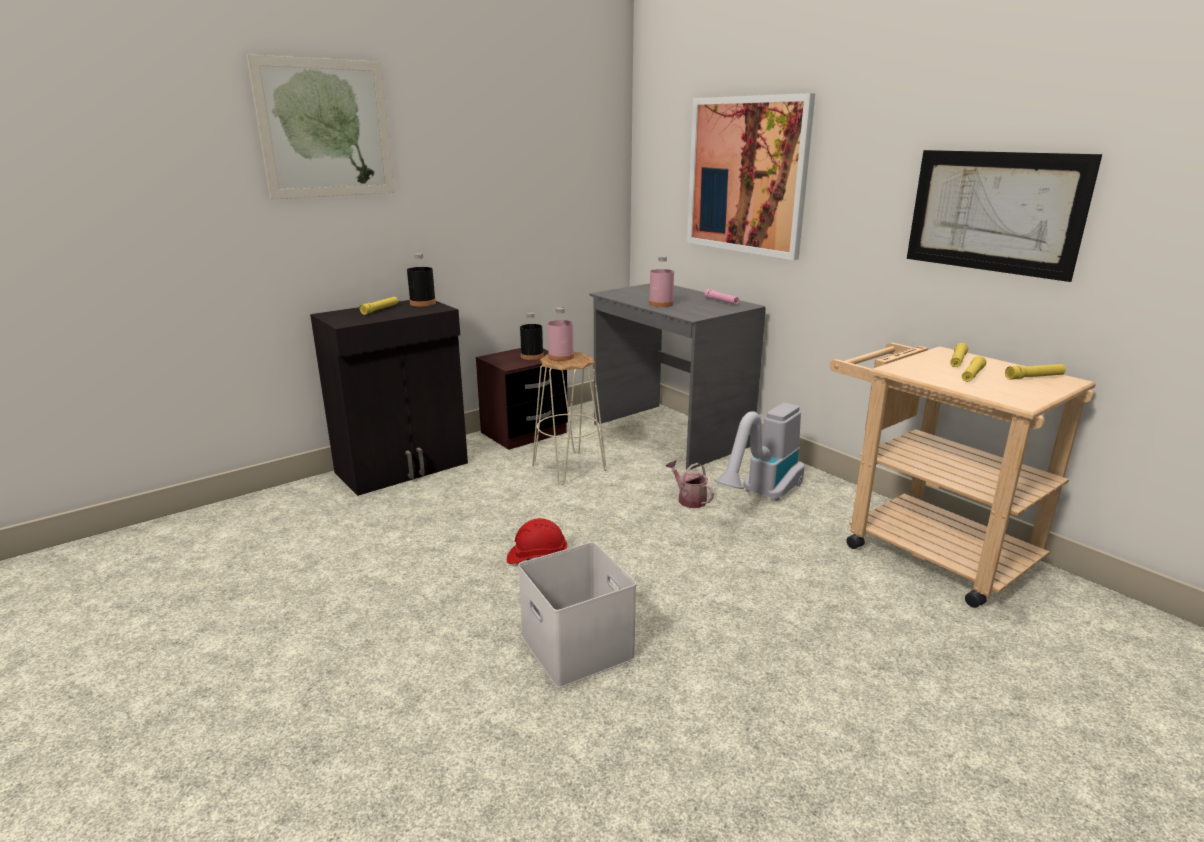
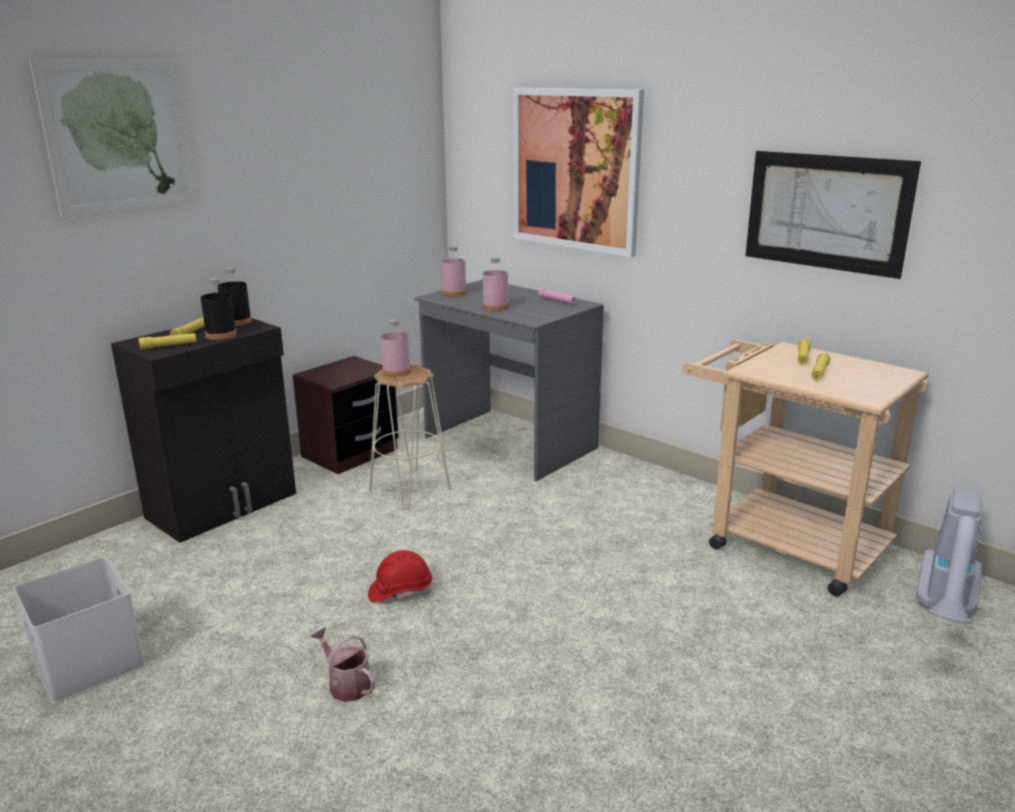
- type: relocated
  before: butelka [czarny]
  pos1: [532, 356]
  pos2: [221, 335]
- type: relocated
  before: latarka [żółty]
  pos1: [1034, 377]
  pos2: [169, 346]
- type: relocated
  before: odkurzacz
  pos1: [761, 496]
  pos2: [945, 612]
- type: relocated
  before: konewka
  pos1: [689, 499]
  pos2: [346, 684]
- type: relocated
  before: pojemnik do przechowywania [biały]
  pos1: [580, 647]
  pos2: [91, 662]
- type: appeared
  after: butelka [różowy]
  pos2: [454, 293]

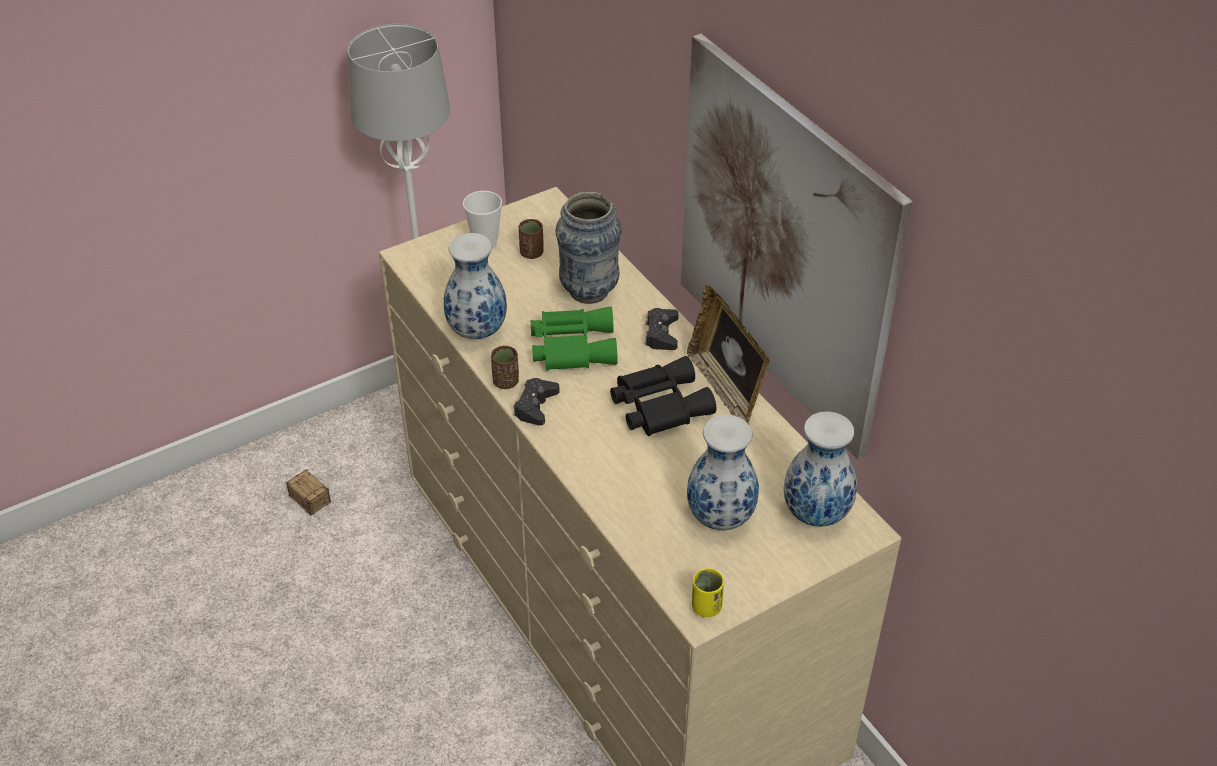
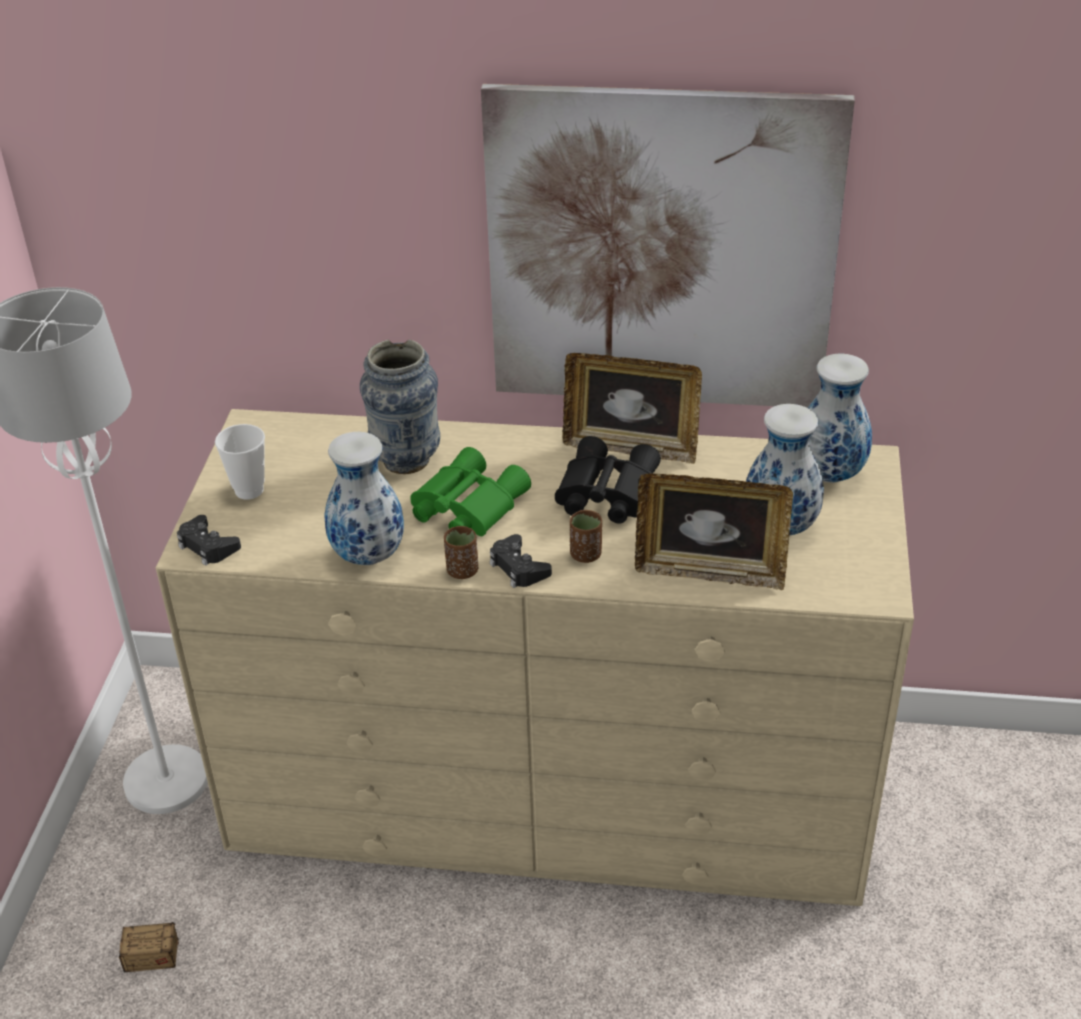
- type: relocated
  before: filiżanka [brązowy]
  pos1: [531, 253]
  pos2: [586, 555]
- type: relocated
  before: pad do gier [czarny]
  pos1: [661, 334]
  pos2: [208, 546]
- type: missing
  before: filiżanka [żółty]
  pos1: [706, 607]
- type: appeared
  after: ramka na zdjęcie
  pos2: [710, 571]

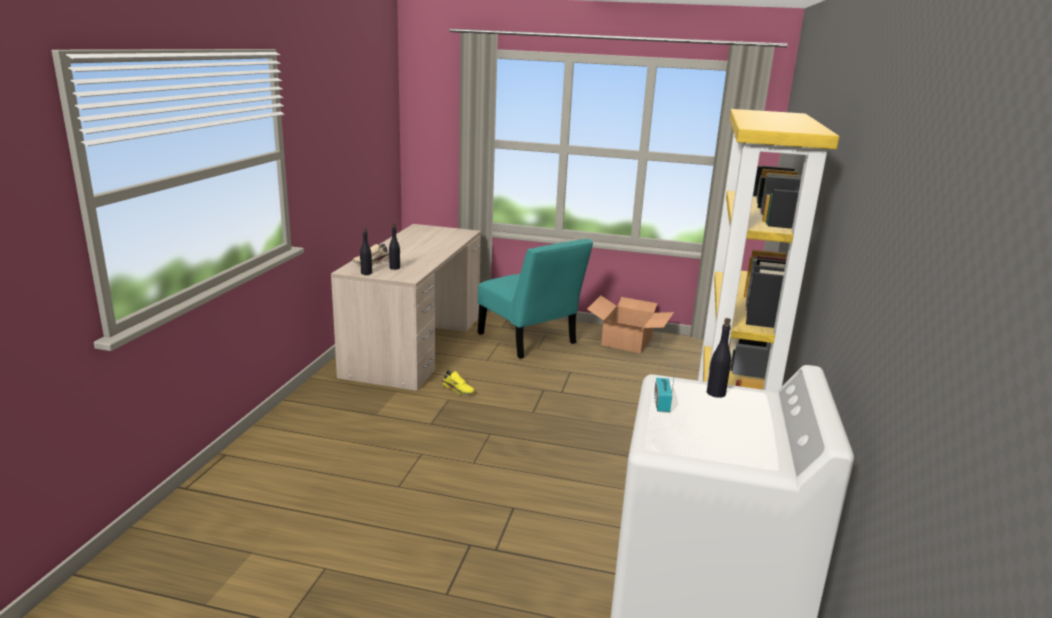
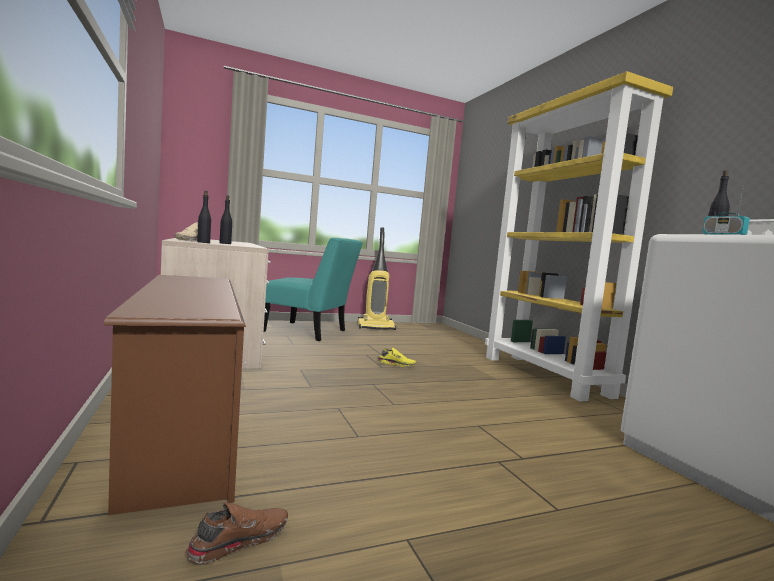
- type: exchanged
  before: karton
  after: odkurzacz
  pos1: [627, 341]
  pos2: [376, 327]
- type: relocated
  before: but [żółty]
  pos1: [458, 389]
  pos2: [396, 364]
- type: appeared
  after: regał na buty [brązowy]
  pos2: [182, 426]
- type: appeared
  after: but [brązowy]
  pos2: [239, 540]

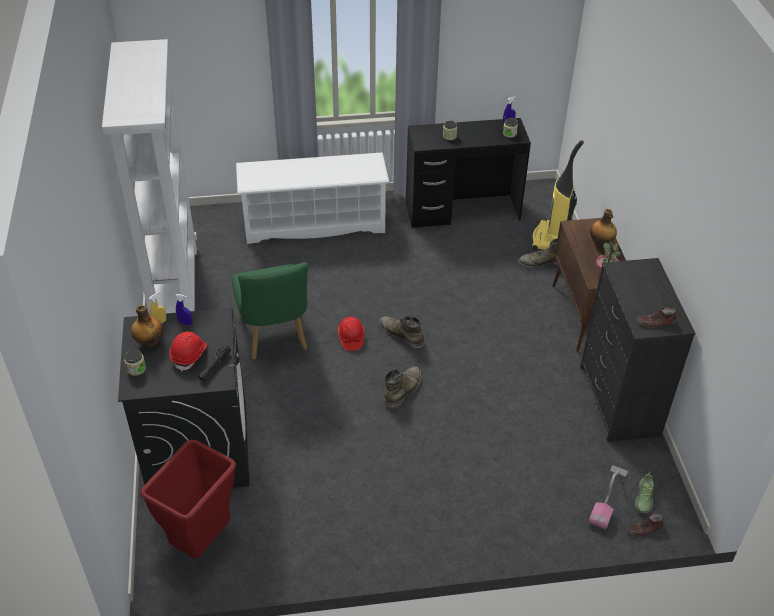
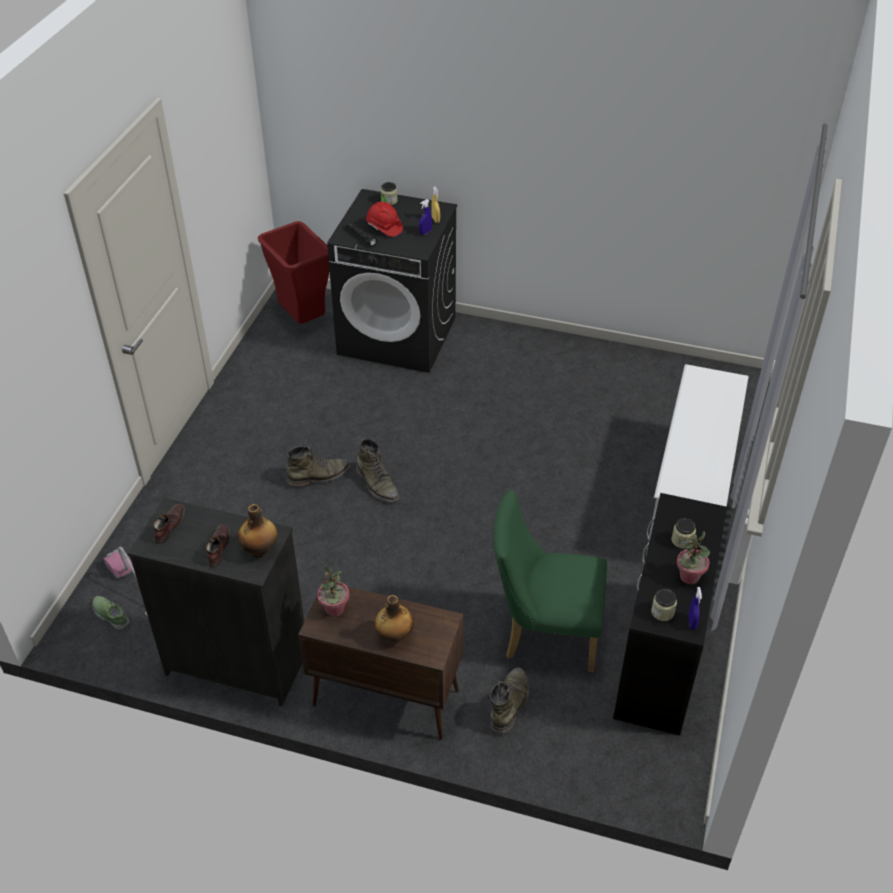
- type: missing
  before: regał [biały]
  pos1: [174, 289]
- type: missing
  before: odkurzacz
  pos1: [549, 238]
- type: relocated
  before: krzesło [zielony]
  pos1: [274, 337]
  pos2: [544, 633]
- type: relocated
  before: butelka
  pos1: [150, 342]
  pos2: [260, 550]
- type: relocated
  before: but z cholewką [zielony]
  pos1: [401, 334]
  pos2: [319, 476]
- type: missing
  before: kask [czerwony]
  pos1: [351, 338]
- type: relocated
  before: but [brązowy]
  pos1: [645, 529]
  pos2: [218, 548]
- type: appeared
  after: roślina doniczkowa
  pos2: [689, 577]

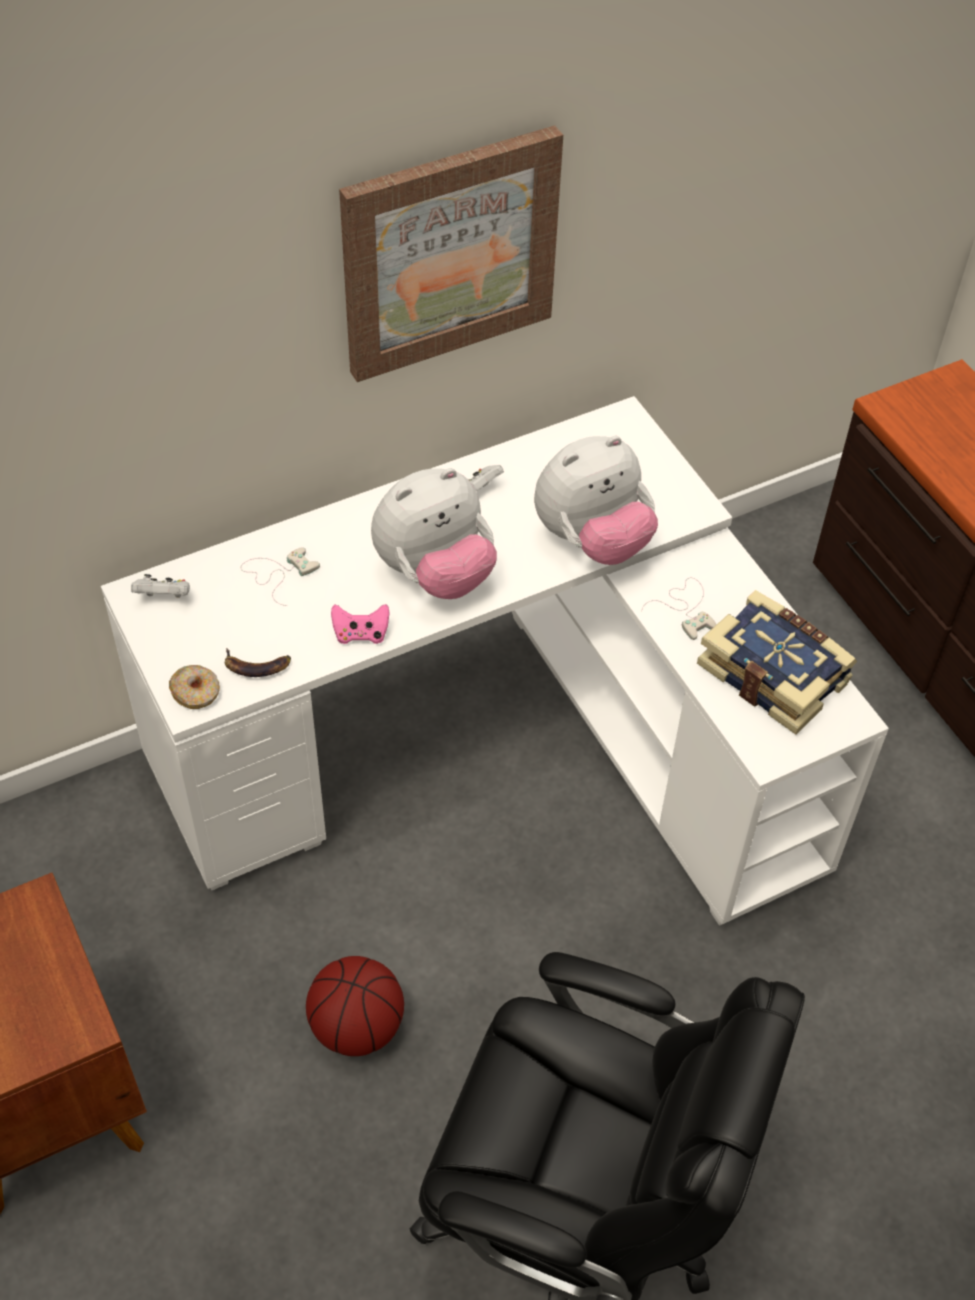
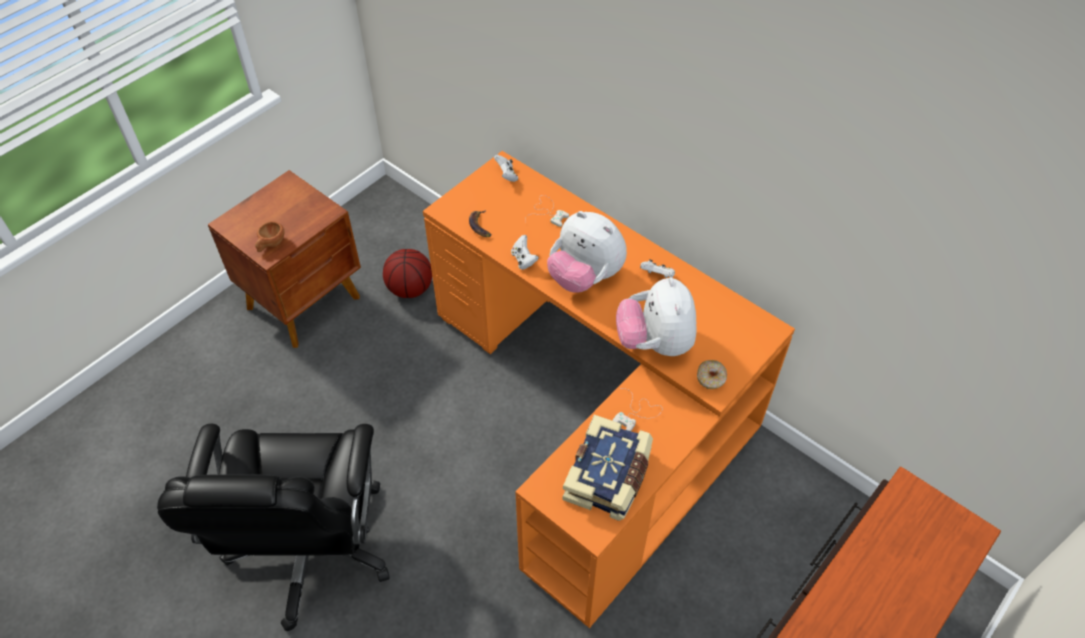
- type: missing
  before: obraz
  pos1: [449, 252]
- type: colour
  before: biurko [biały]
  after: biurko [pomarańczowy]
  pos1: [500, 745]
  pos2: [596, 414]
- type: spun
  before: pluszak
  pos1: [592, 540]
  pos2: [654, 343]
  turn: 45
- type: colour
  before: pad do gier [różowy]
  after: pad do gier [biały]
  pos1: [361, 634]
  pos2: [523, 260]
- type: relocated
  before: donut
  pos1: [196, 692]
  pos2: [711, 378]
- type: relocated
  before: piłka do koszykówki
  pos1: [356, 1025]
  pos2: [410, 288]
- type: appeared
  after: filiżanka [brązowy]
  pos2: [270, 244]

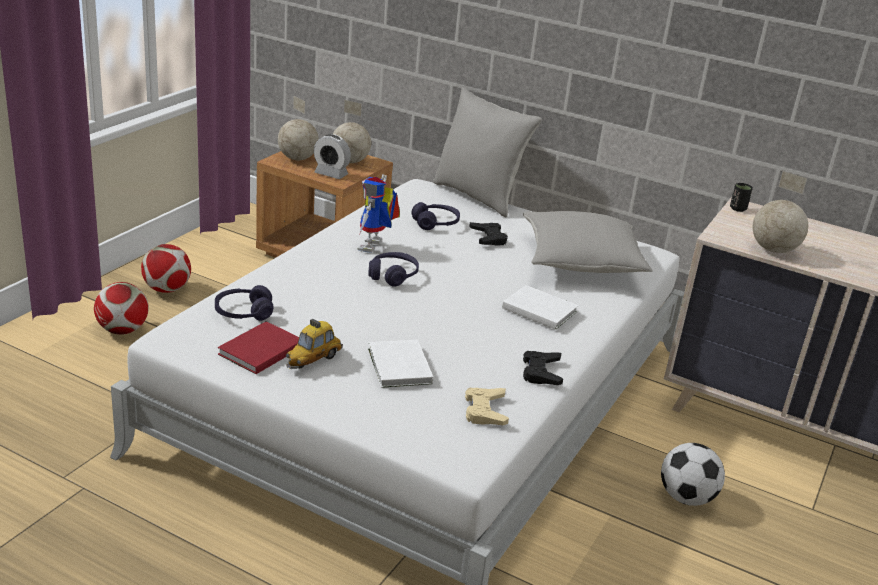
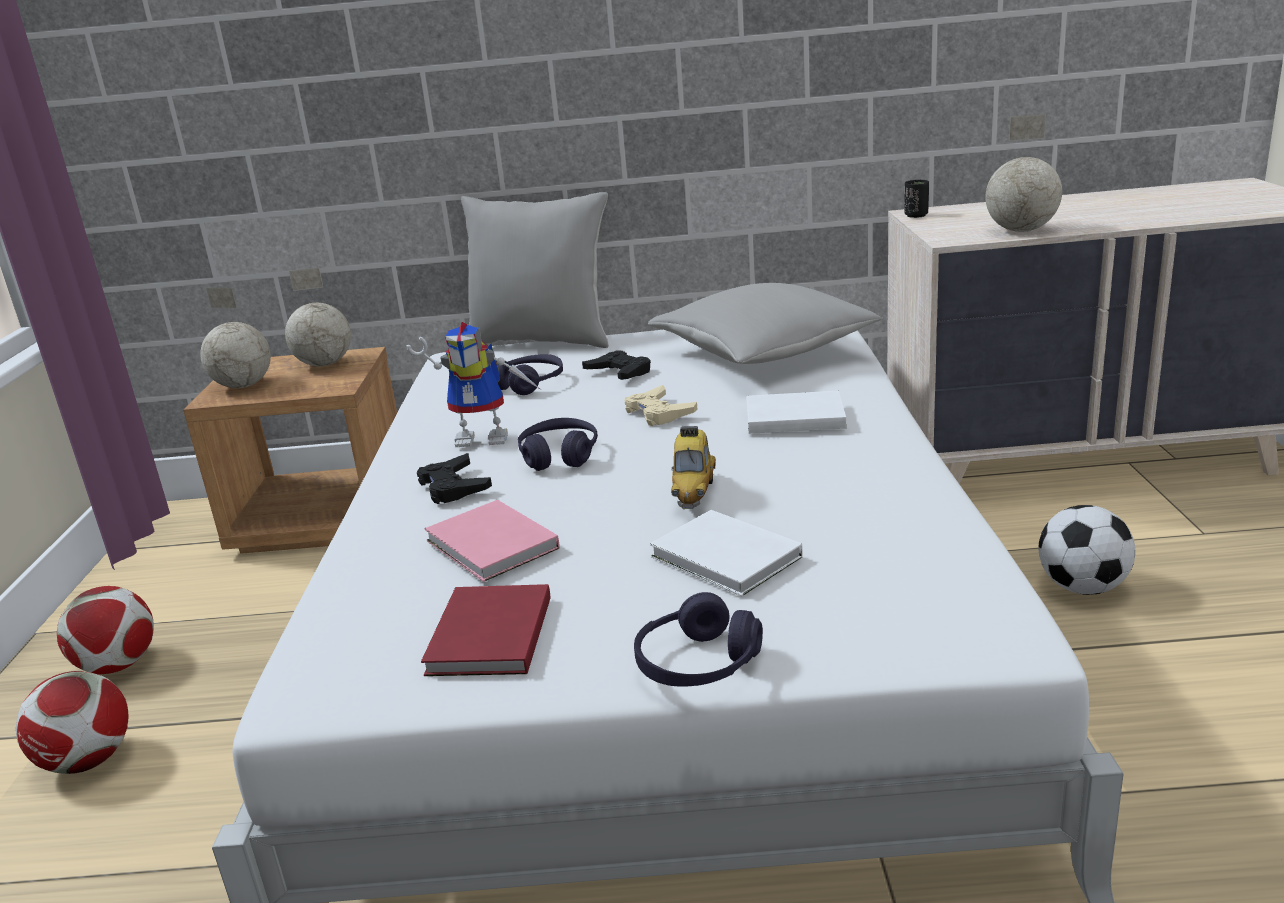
- type: missing
  before: budzik
  pos1: [331, 174]
- type: spun
  before: robot zabawkowy
  pos1: [374, 247]
  pos2: [487, 437]
  turn: -75
- type: relocated
  before: słuchawki [fioletowy]
  pos1: [243, 313]
  pos2: [697, 664]
- type: relocated
  before: samochodzik
  pos1: [313, 360]
  pos2: [693, 493]
- type: relocated
  before: pad do gier [czarny]
  pos1: [541, 372]
  pos2: [453, 486]
- type: relocated
  before: pad do gier [beżowy]
  pos1: [485, 411]
  pos2: [658, 413]
- type: appeared
  after: książka [różowy]
  pos2: [492, 546]

